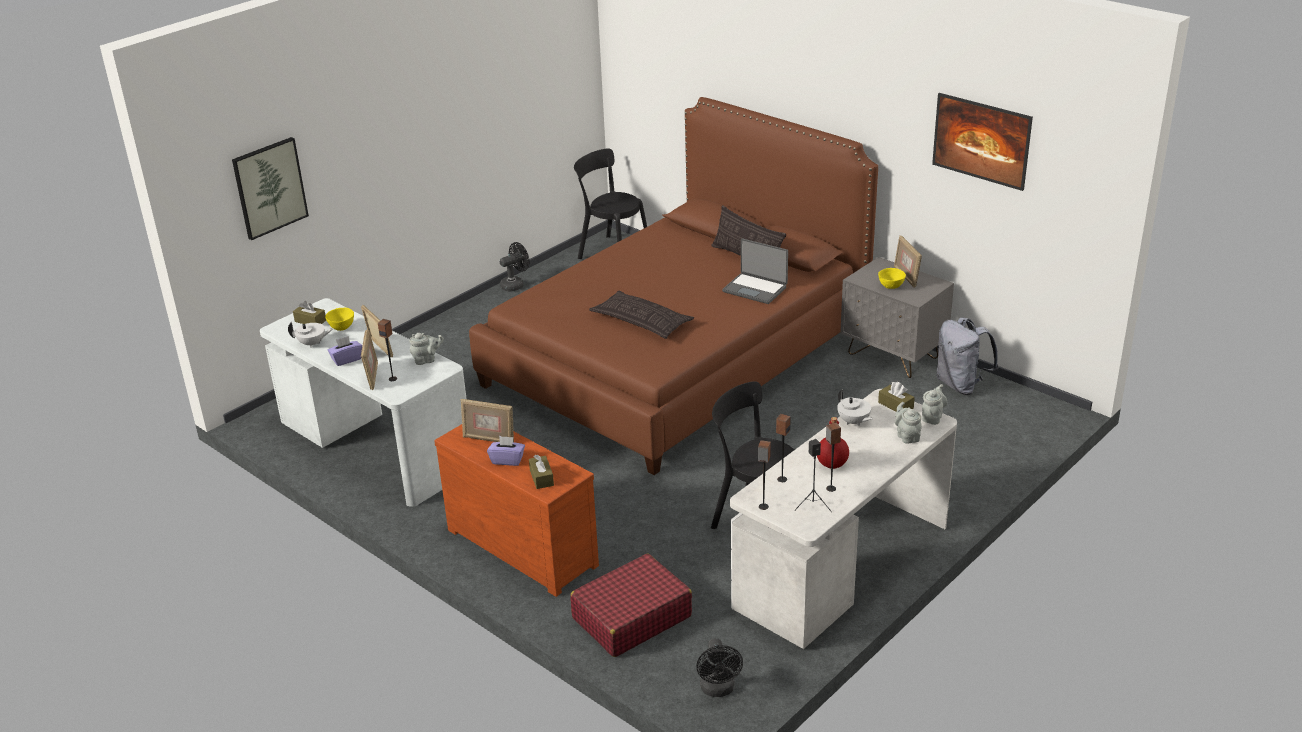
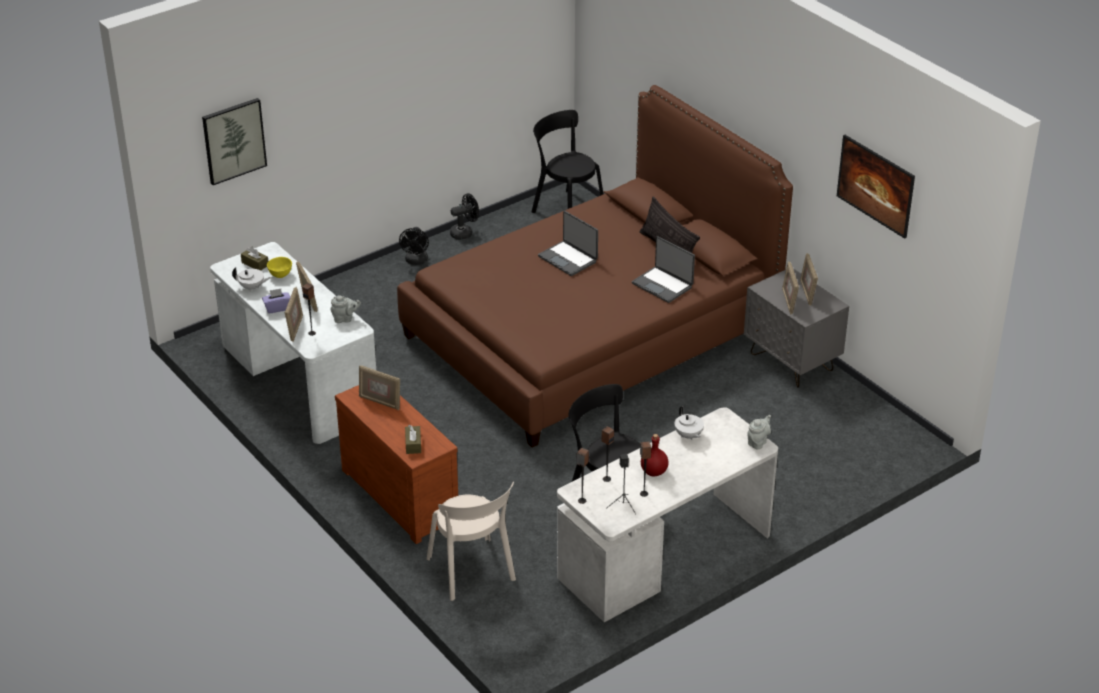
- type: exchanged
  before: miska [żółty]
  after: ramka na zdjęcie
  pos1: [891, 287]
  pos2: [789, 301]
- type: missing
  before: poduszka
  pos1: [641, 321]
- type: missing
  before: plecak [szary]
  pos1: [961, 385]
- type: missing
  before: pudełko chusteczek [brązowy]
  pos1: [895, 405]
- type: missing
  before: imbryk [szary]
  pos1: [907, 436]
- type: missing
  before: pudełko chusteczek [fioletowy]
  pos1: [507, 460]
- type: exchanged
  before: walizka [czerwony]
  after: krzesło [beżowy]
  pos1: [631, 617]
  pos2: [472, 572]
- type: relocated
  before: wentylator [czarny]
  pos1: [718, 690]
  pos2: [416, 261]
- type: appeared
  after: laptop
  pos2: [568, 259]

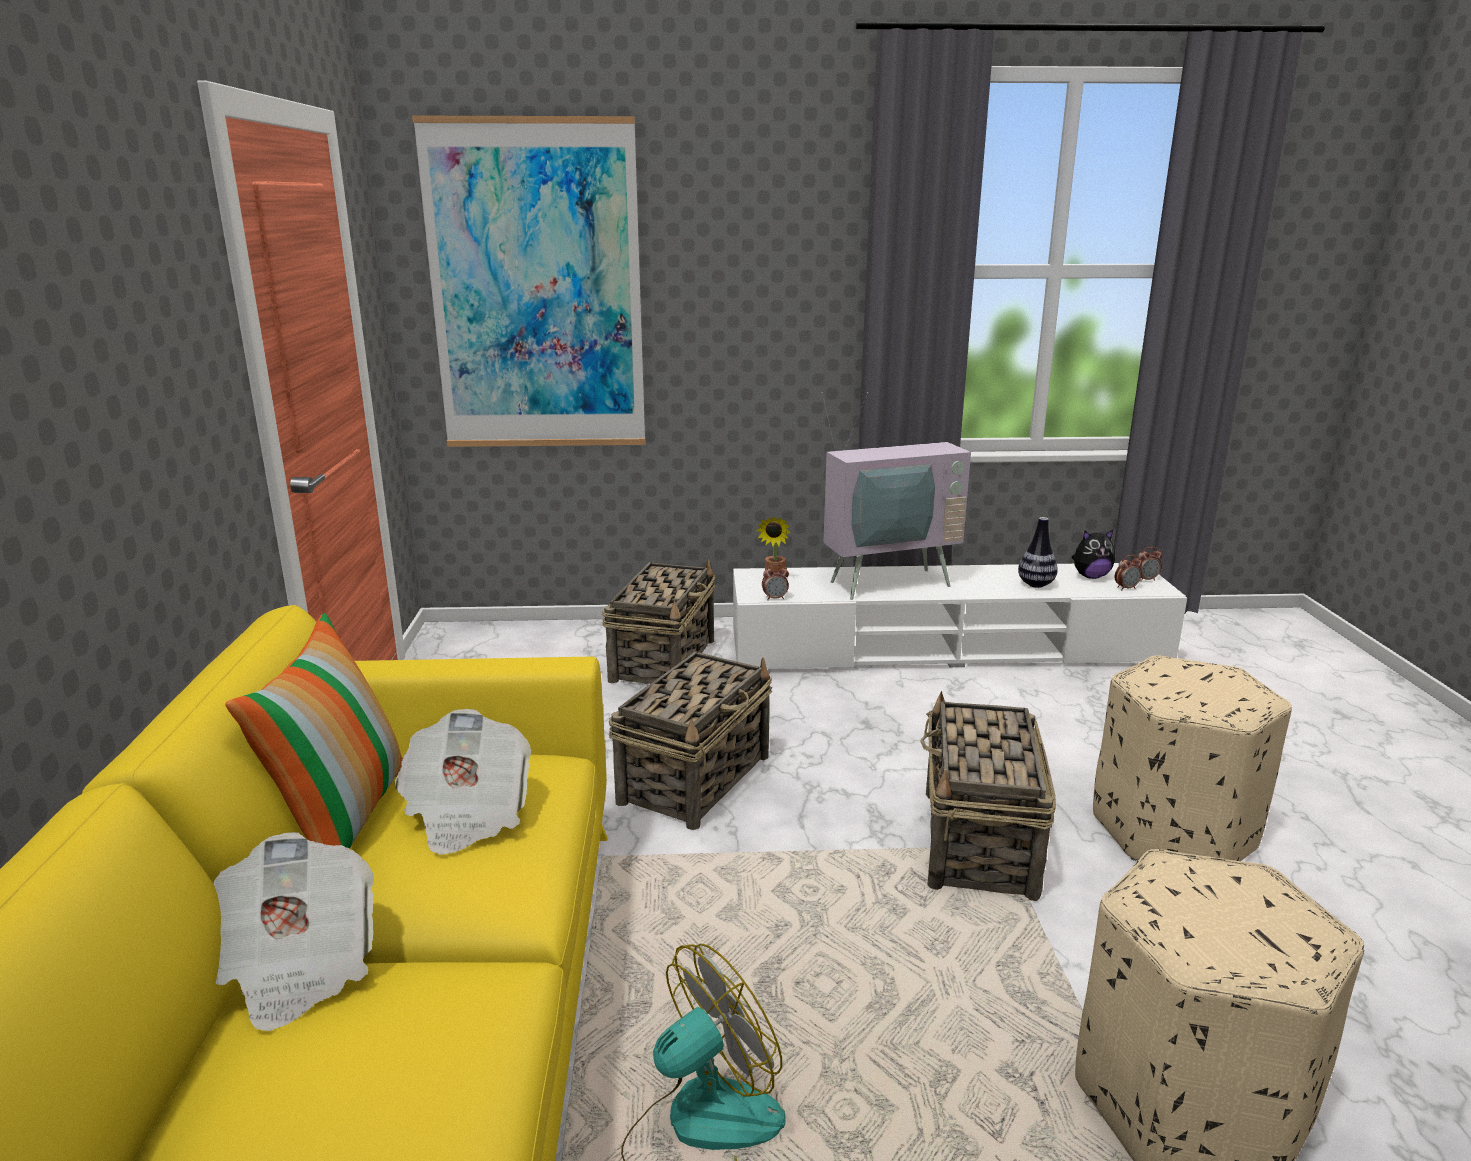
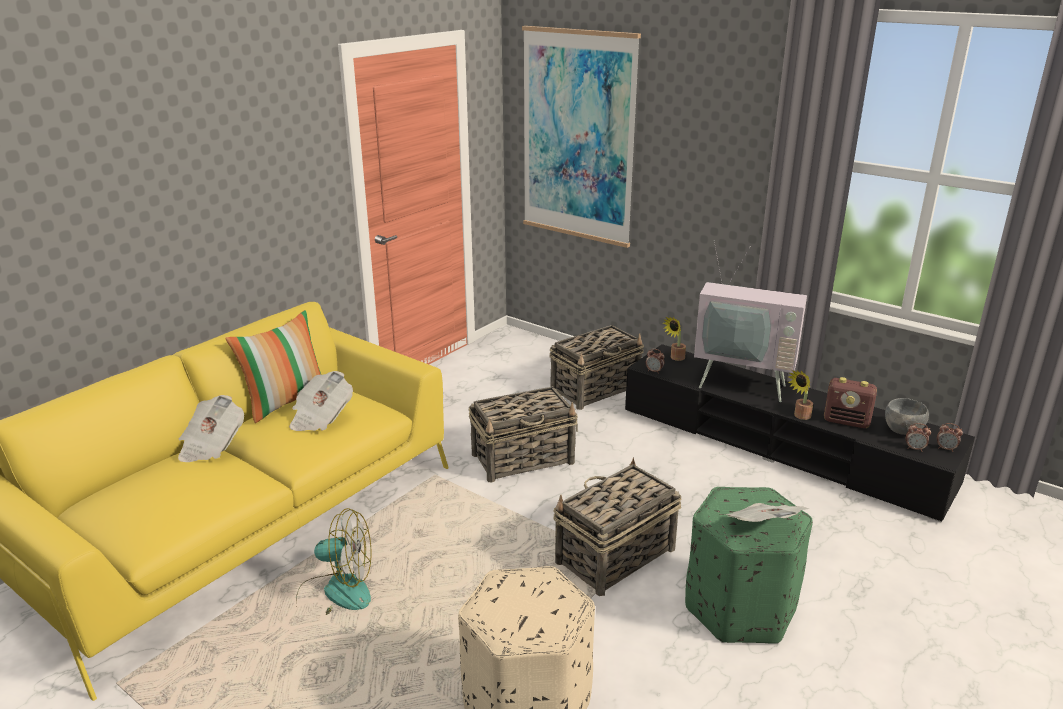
- type: exchanged
  before: wazon
  after: radio
  pos1: [1036, 584]
  pos2: [847, 422]
- type: exchanged
  before: pluszak
  after: miska [szary]
  pos1: [1090, 576]
  pos2: [903, 431]
- type: colour
  before: szafka pod telewizor [biały]
  after: szafka pod telewizor [czarny]
  pos1: [947, 648]
  pos2: [781, 447]
- type: colour
  before: pufa [beżowy]
  after: pufa [zielony]
  pos1: [1174, 831]
  pos2: [740, 609]
- type: appeared
  after: roślina doniczkowa
  pos2: [800, 416]
- type: appeared
  after: gazeta
  pos2: [763, 528]

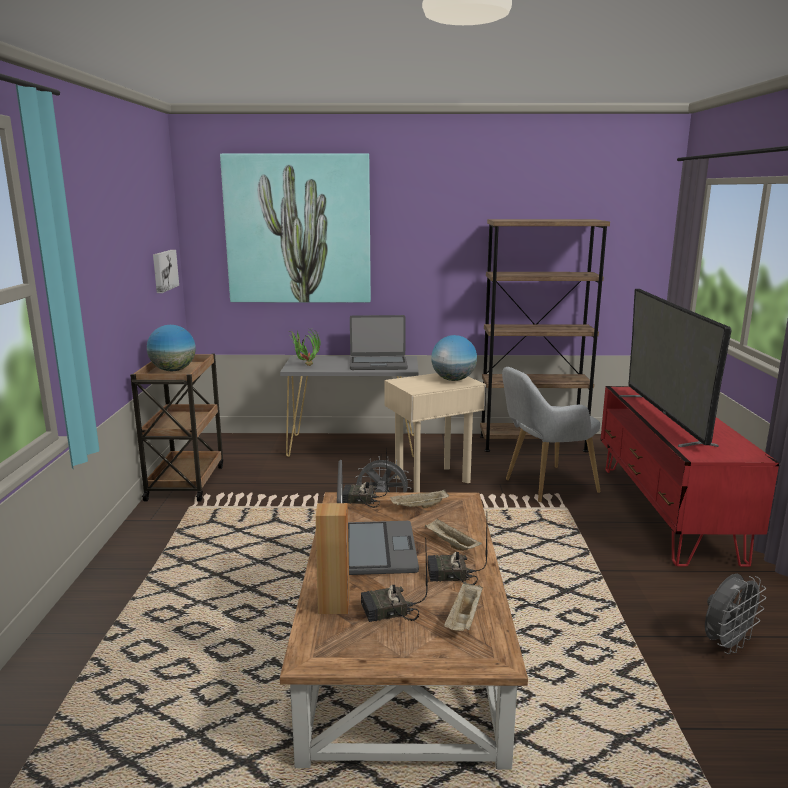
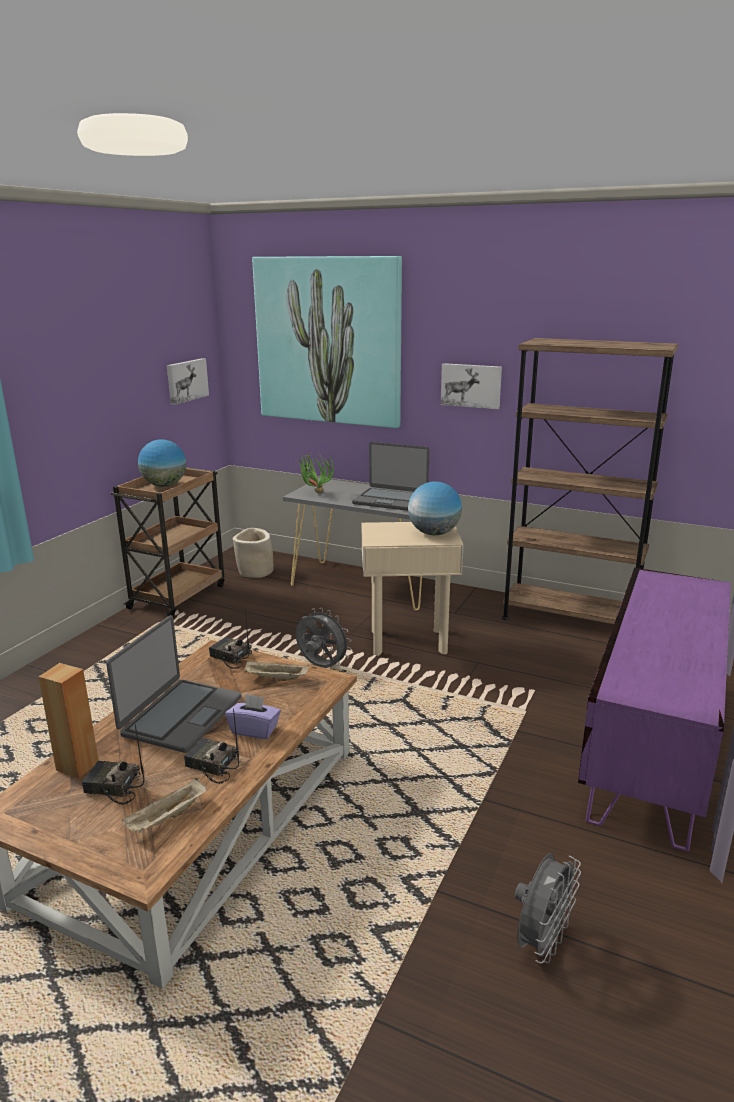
- type: missing
  before: telewizor
  pos1: [663, 418]
- type: missing
  before: fotel [szary]
  pos1: [544, 486]
- type: colour
  before: szafka pod telewizor [czerwony]
  after: szafka pod telewizor [fioletowy]
  pos1: [666, 511]
  pos2: [650, 746]
- type: exchanged
  before: taca [beżowy]
  after: pudełko chusteczek [fioletowy]
  pos1: [450, 544]
  pos2: [254, 730]
- type: spun
  before: wentylator [szary]
  pos1: [726, 644]
  pos2: [541, 942]
  turn: -45
- type: appeared
  after: obraz
  pos2: [471, 385]
- type: appeared
  after: donica [beżowy]
  pos2: [255, 571]

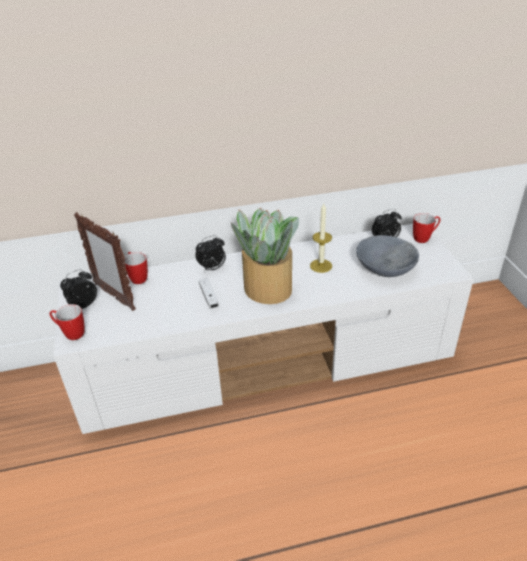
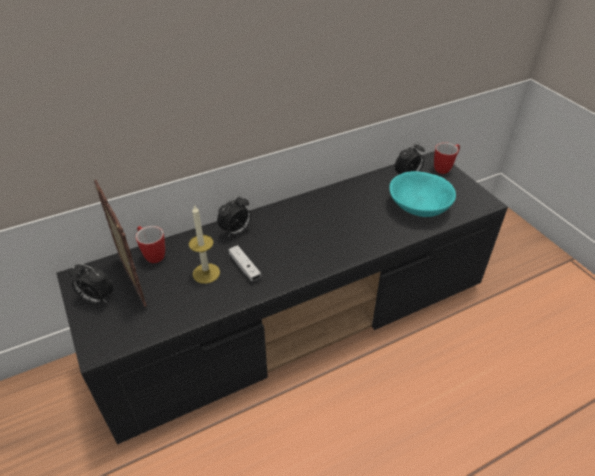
- type: relocated
  before: świeca
  pos1: [321, 266]
  pos2: [206, 273]
- type: missing
  before: roślina doniczkowa
  pos1: [267, 288]
- type: spun
  before: ramka na zdjęcie
  pos1: [114, 296]
  pos2: [132, 283]
  turn: -150
- type: colour
  before: szafka pod telewizor [biały]
  after: szafka pod telewizor [czarny]
  pos1: [268, 360]
  pos2: [299, 317]
- type: colour
  before: miska [szary]
  after: miska [turkusowy]
  pos1: [384, 268]
  pos2: [418, 206]
- type: spun
  before: budzik
  pos1: [83, 304]
  pos2: [97, 299]
  turn: -105
- type: missing
  before: kubek
  pos1: [70, 333]

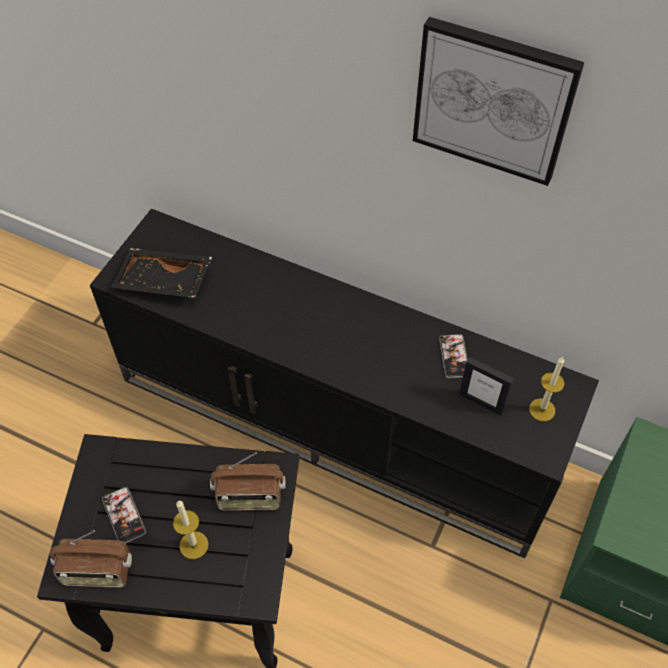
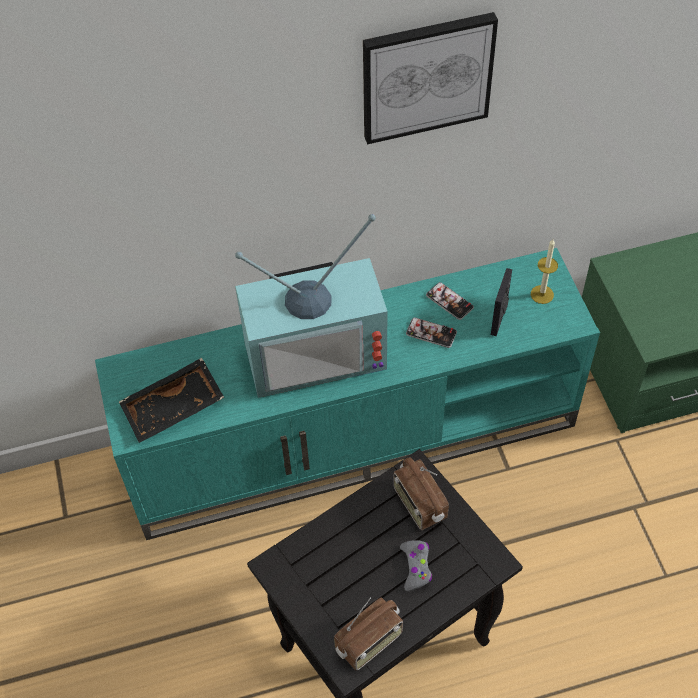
- type: colour
  before: szafka pod telewizor [czarny]
  after: szafka pod telewizor [turkusowy]
  pos1: [338, 422]
  pos2: [353, 436]
- type: spun
  before: ramka na zdjęcie
  pos1: [481, 402]
  pos2: [499, 319]
  turn: 120
- type: spun
  before: radio
  pos1: [250, 497]
  pos2: [419, 504]
  turn: 105
- type: relocated
  before: telefon
  pos1: [124, 515]
  pos2: [431, 333]
- type: exchanged
  before: świeca
  after: pad do gier [szary]
  pos1: [194, 545]
  pos2: [416, 567]
- type: appeared
  after: telewizor
  pos2: [315, 350]

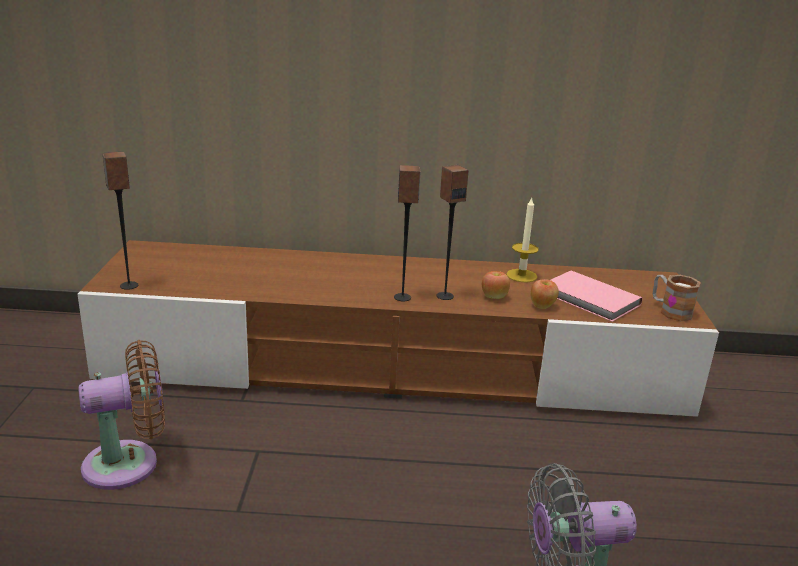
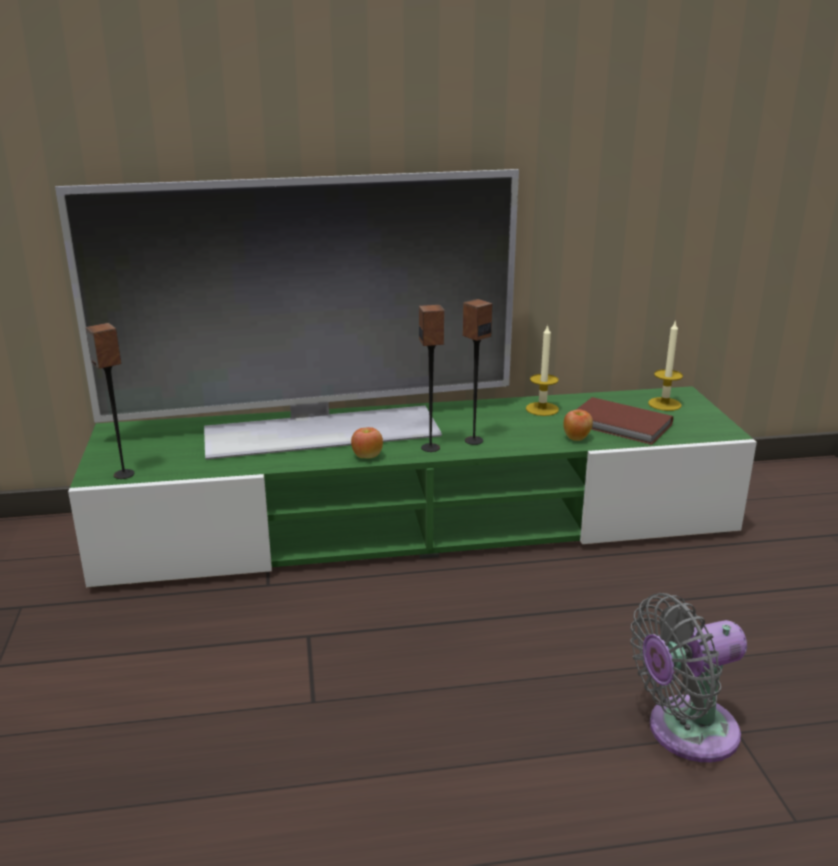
- type: colour
  before: szafka pod telewizor [brązowy]
  after: szafka pod telewizor [zielony]
  pos1: [396, 367]
  pos2: [420, 525]
- type: relocated
  before: jabłko
  pos1: [494, 297]
  pos2: [367, 456]
- type: colour
  before: książka [różowy]
  after: książka [brązowy]
  pos1: [590, 299]
  pos2: [620, 425]
- type: missing
  before: kubek
  pos1: [670, 311]
- type: missing
  before: wentylator [brązowy]
  pos1: [129, 464]
- type: appeared
  after: telewizor
  pos2: [320, 430]
- type: appeared
  after: świeca
  pos2: [664, 404]

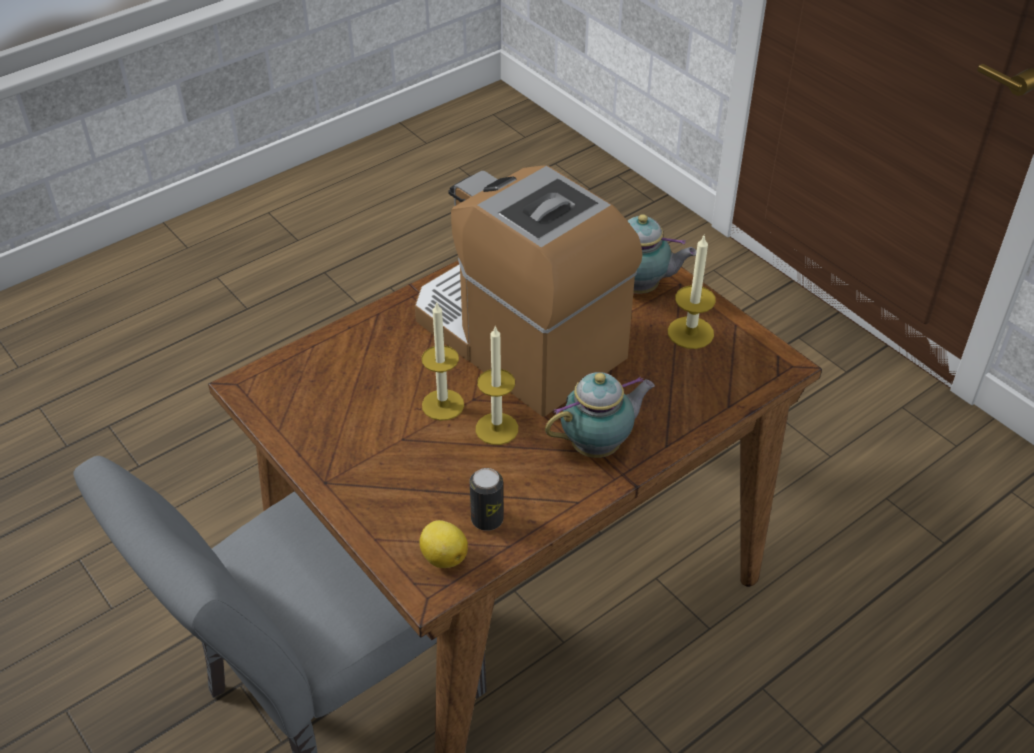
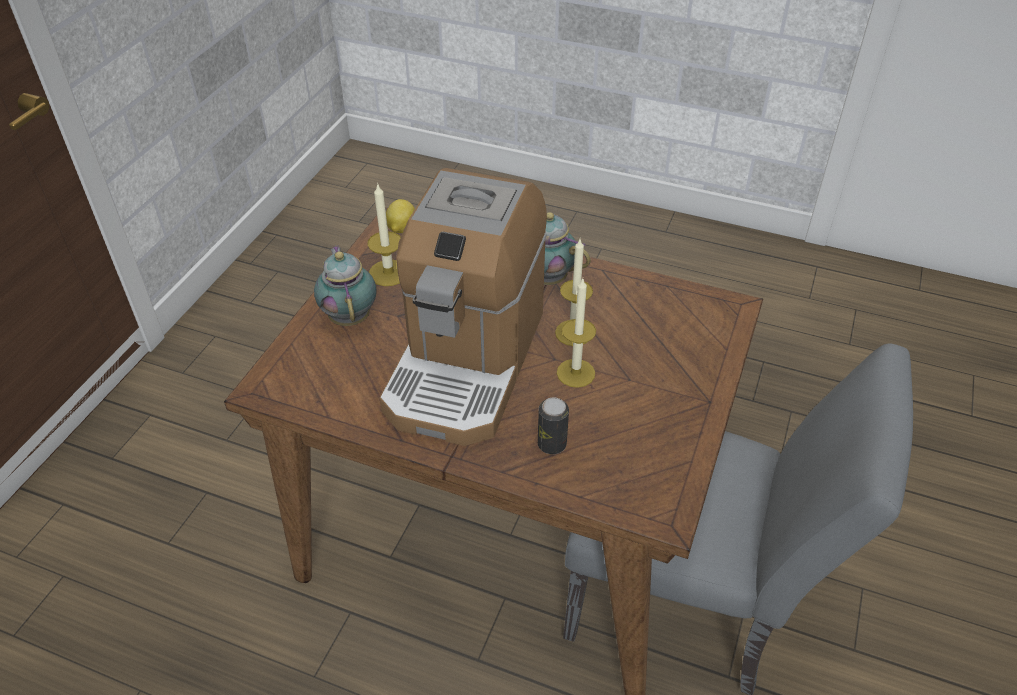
- type: relocated
  before: puszka
  pos1: [487, 519]
  pos2: [552, 444]
- type: relocated
  before: cytryna
  pos1: [443, 556]
  pos2: [401, 229]

